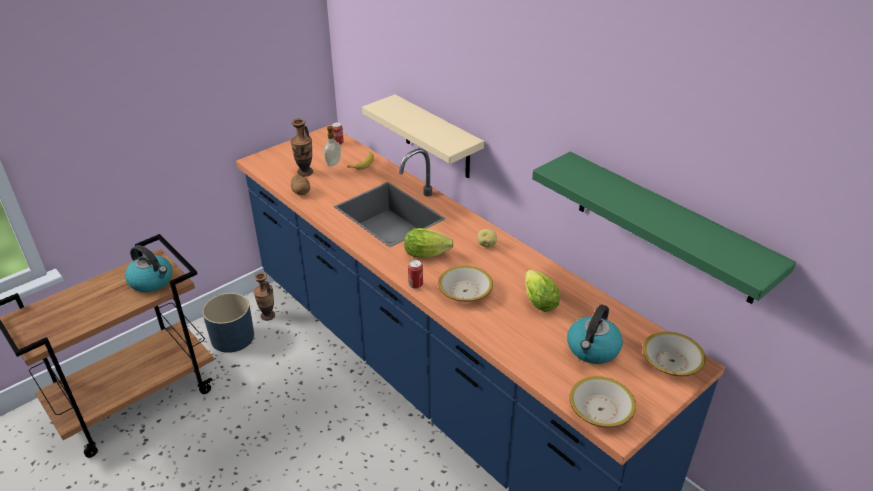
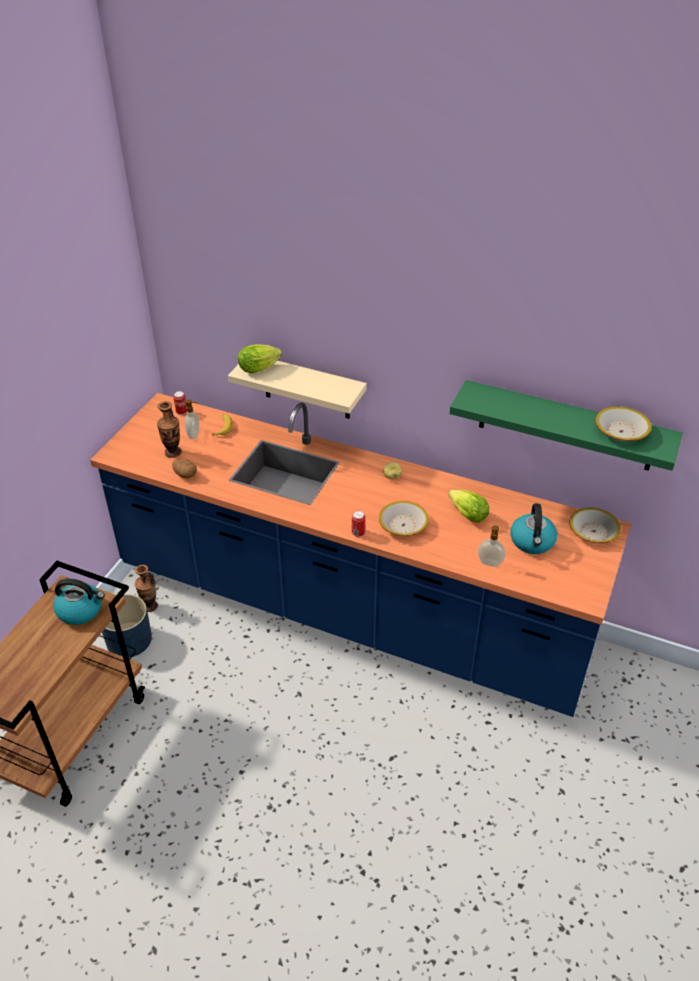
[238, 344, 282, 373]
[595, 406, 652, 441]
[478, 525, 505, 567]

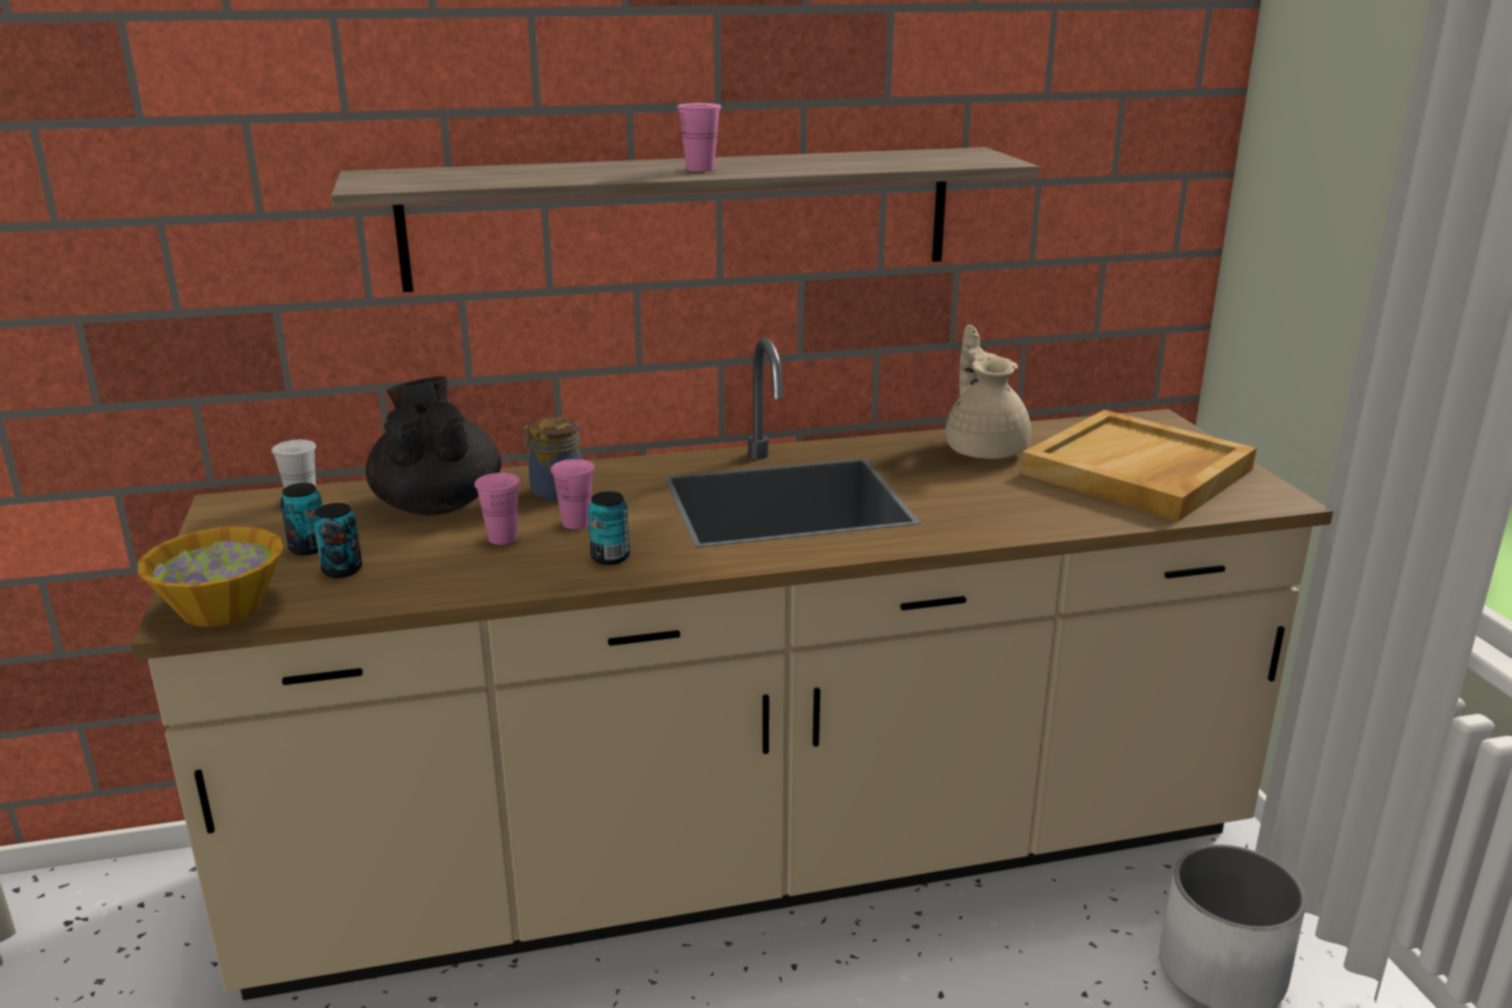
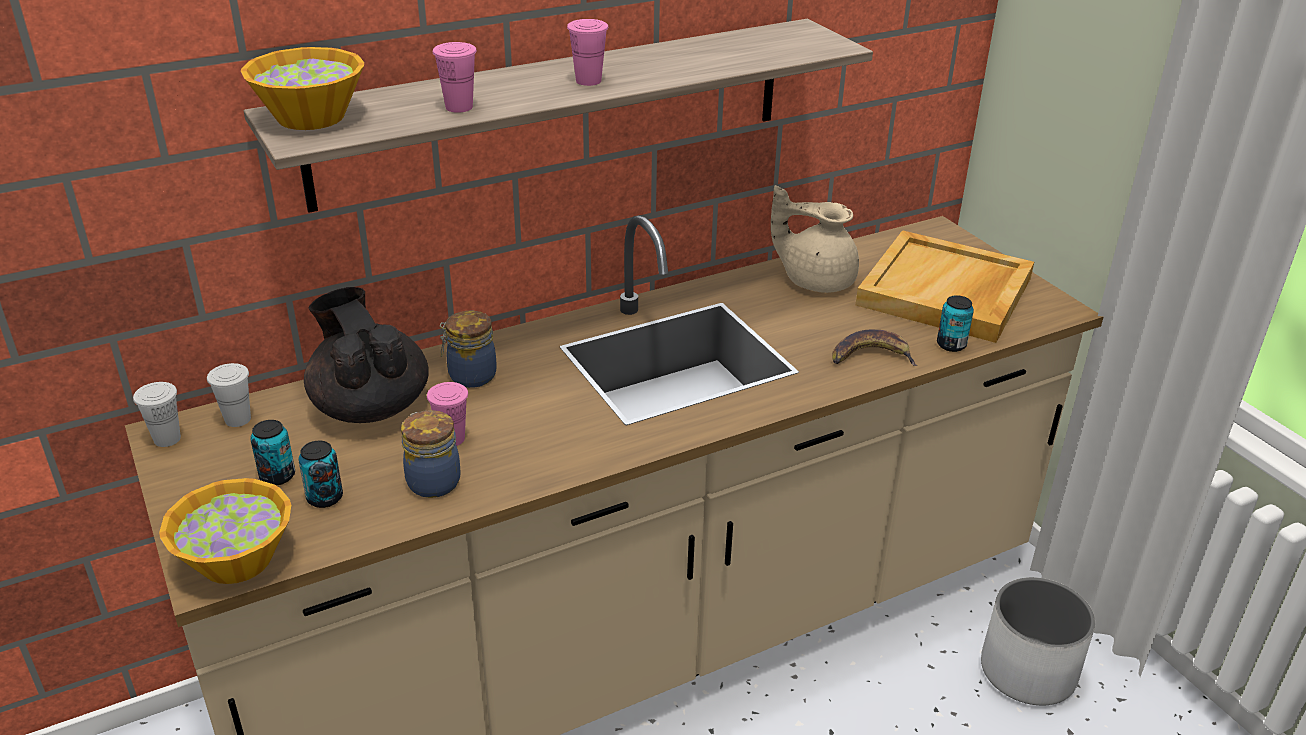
[771, 185, 859, 293]
[433, 42, 477, 113]
[937, 295, 974, 352]
[241, 47, 364, 130]
[832, 330, 918, 366]
[133, 382, 181, 447]
[401, 410, 460, 498]

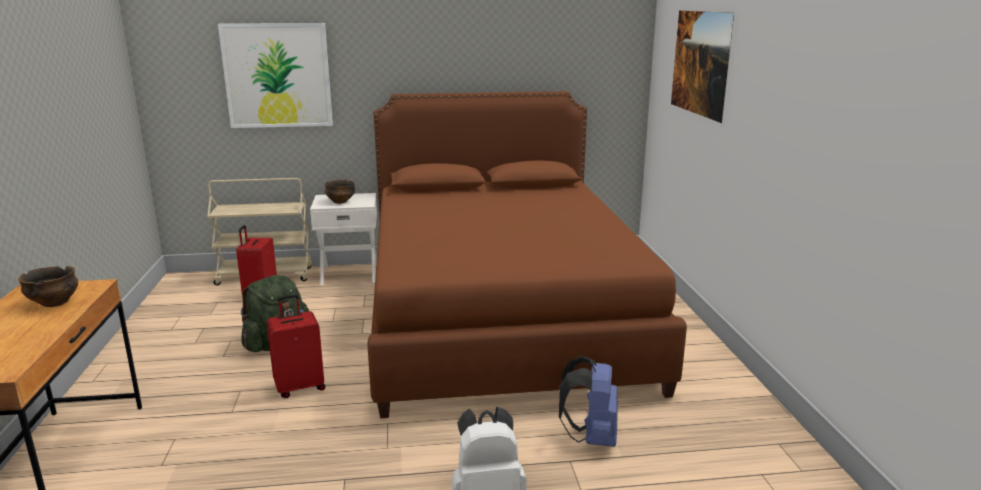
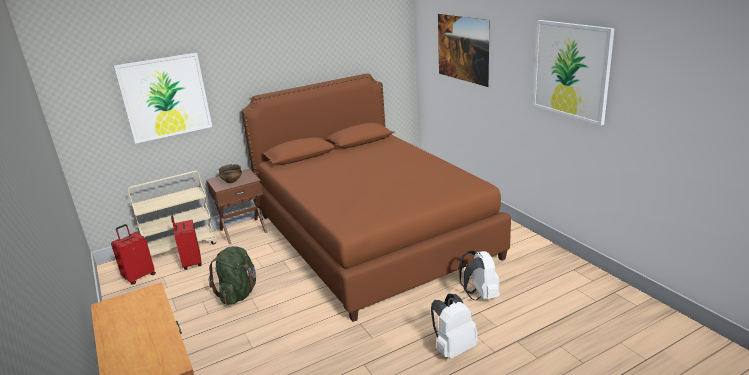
[206, 169, 268, 244]
[18, 266, 78, 307] (first image)
[111, 224, 156, 284]
[459, 250, 500, 301]
[533, 20, 615, 125]

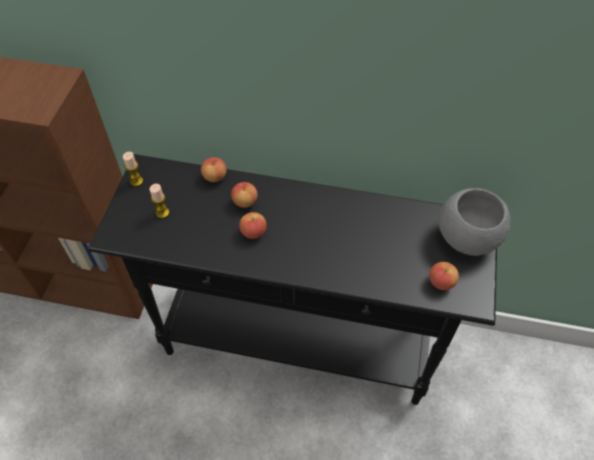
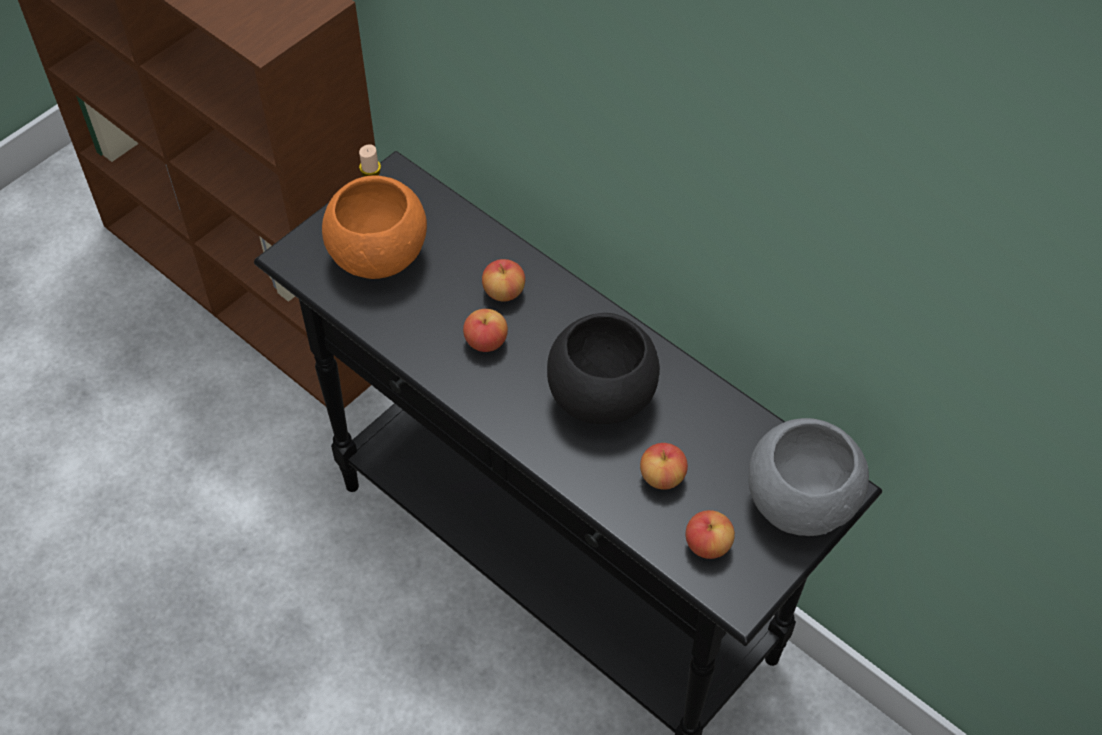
[640, 443, 688, 490]
[322, 175, 427, 279]
[547, 313, 660, 424]

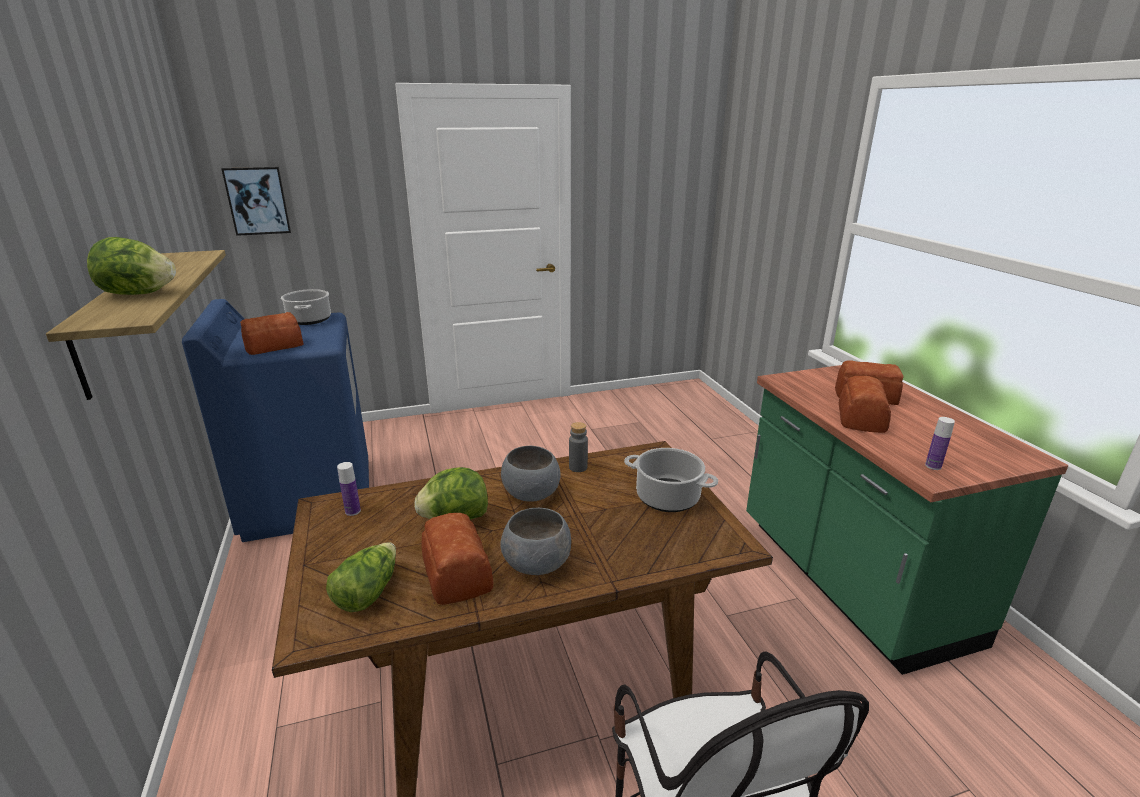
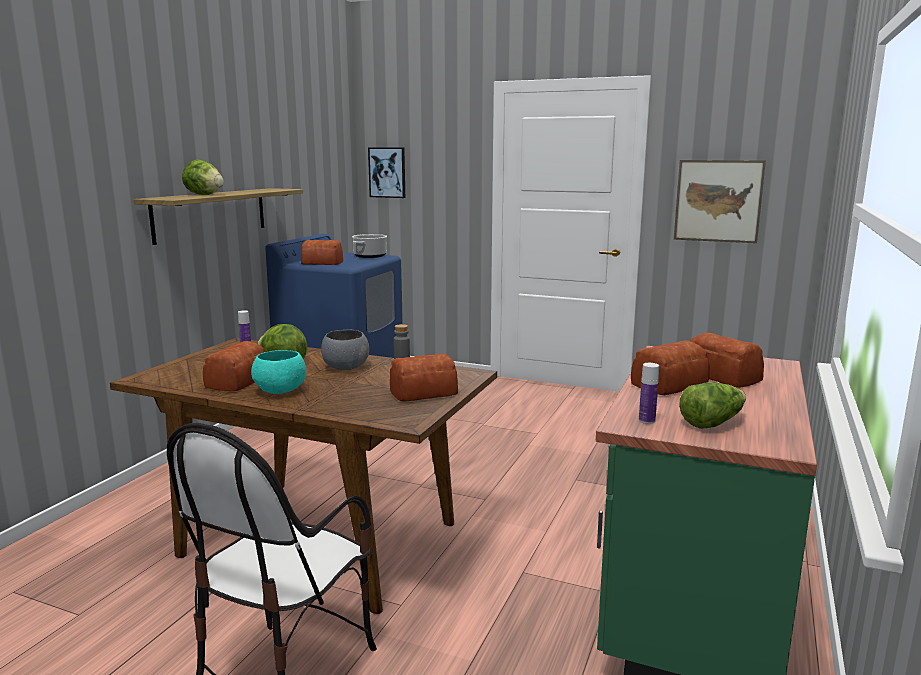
[390, 353, 458, 402]
[251, 350, 306, 394]
[679, 382, 746, 429]
[674, 160, 766, 243]

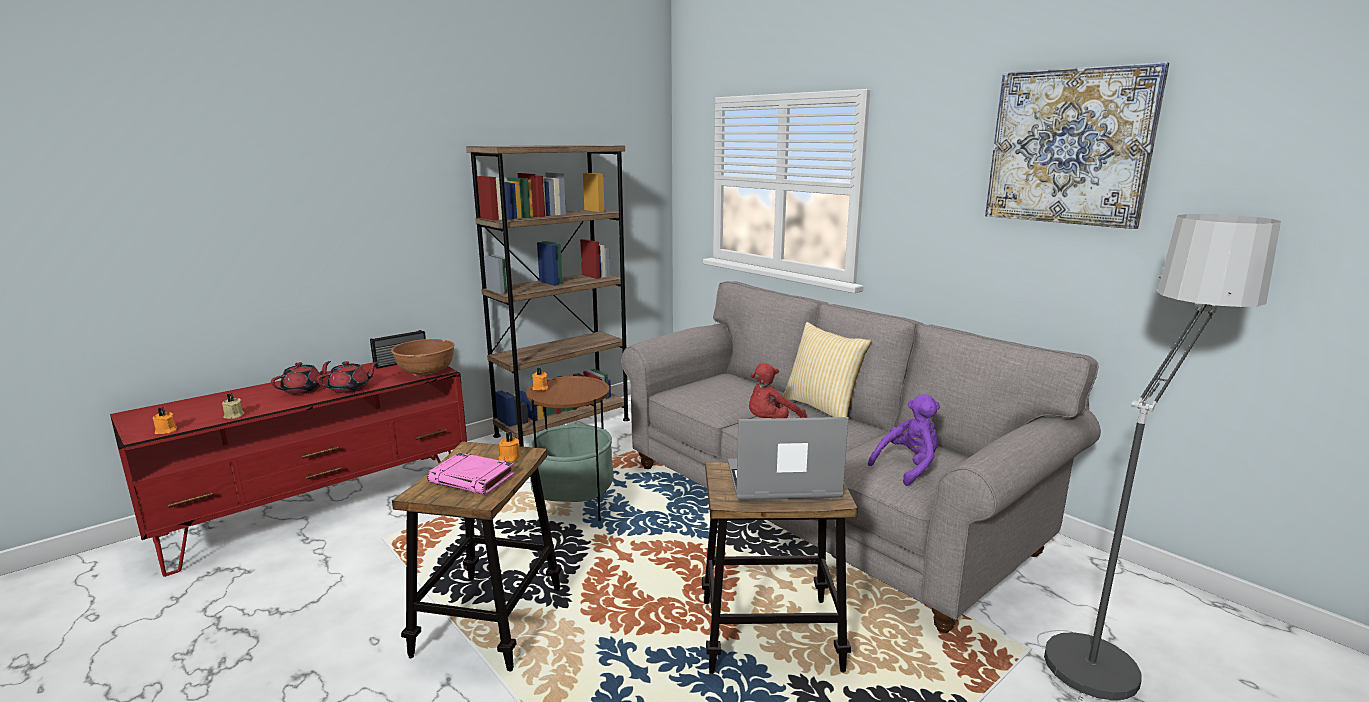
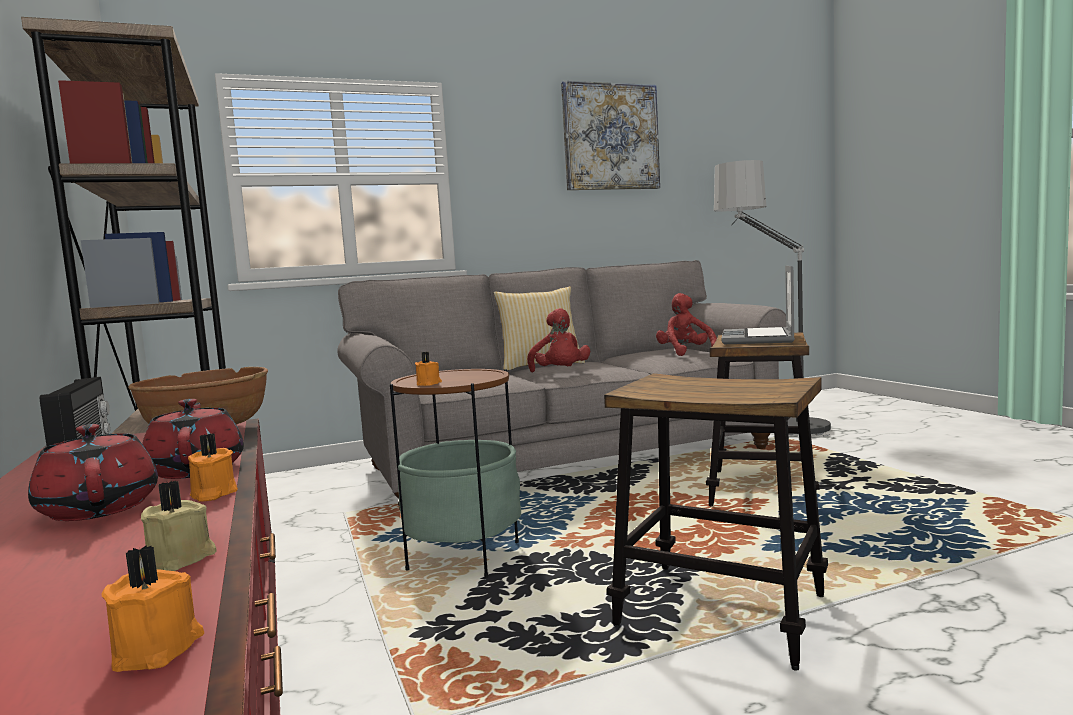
[656, 293, 717, 356]
[188, 434, 238, 502]
[427, 452, 515, 495] (first image)

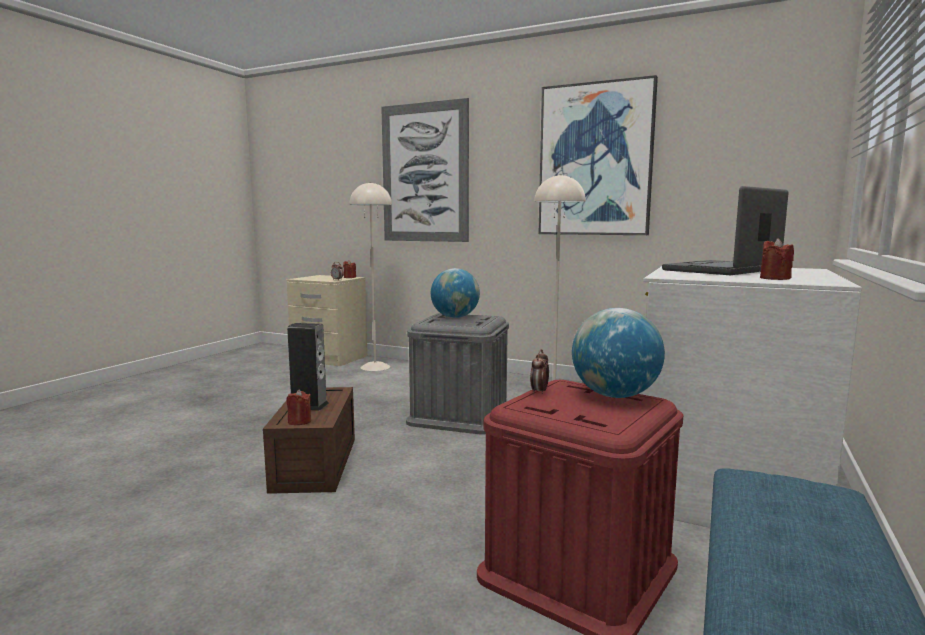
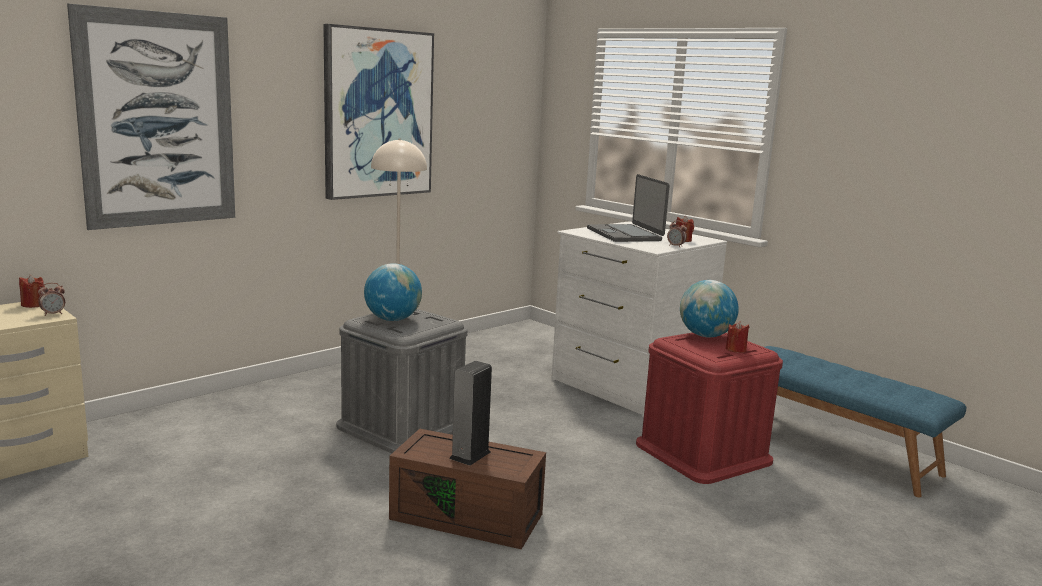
[349, 182, 392, 371] (first image)
[667, 220, 687, 248]
[726, 321, 749, 353]

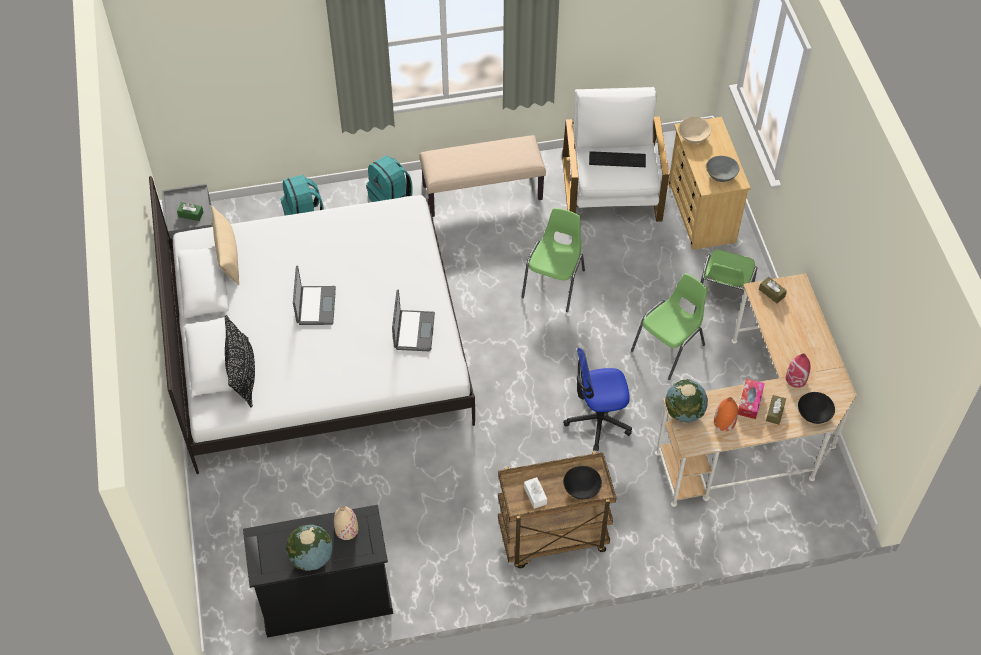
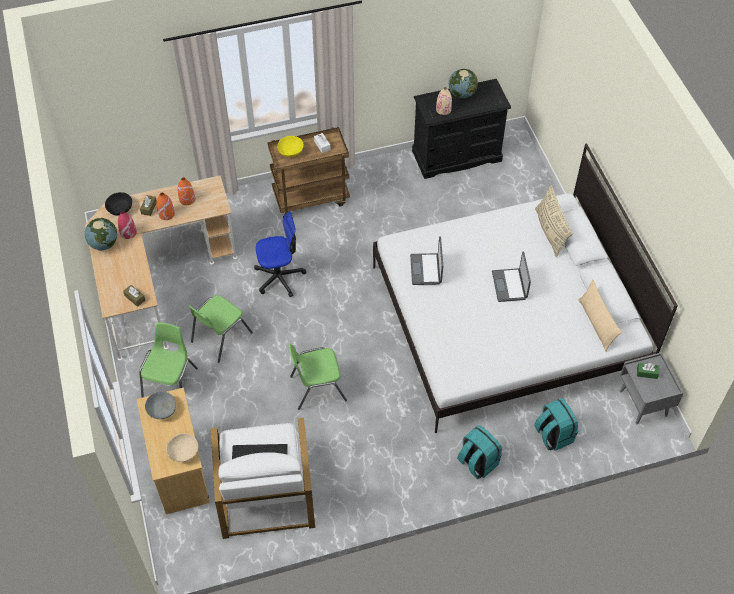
[419, 135, 546, 217] (first image)
[288, 344, 347, 410]
[535, 185, 573, 257]
[85, 218, 117, 250]
[157, 192, 175, 220]
[277, 136, 304, 157]

